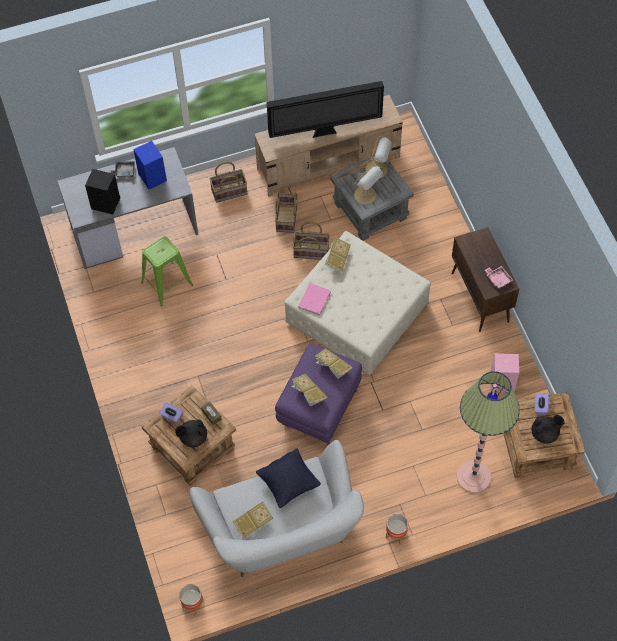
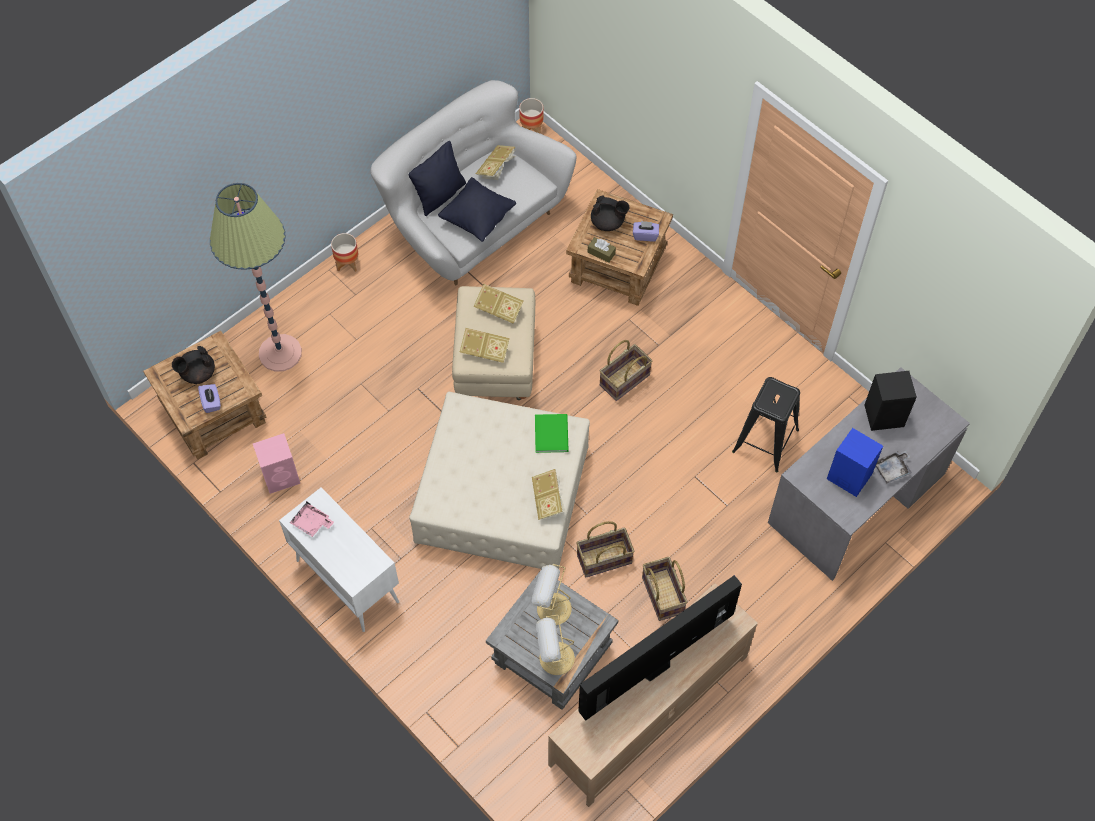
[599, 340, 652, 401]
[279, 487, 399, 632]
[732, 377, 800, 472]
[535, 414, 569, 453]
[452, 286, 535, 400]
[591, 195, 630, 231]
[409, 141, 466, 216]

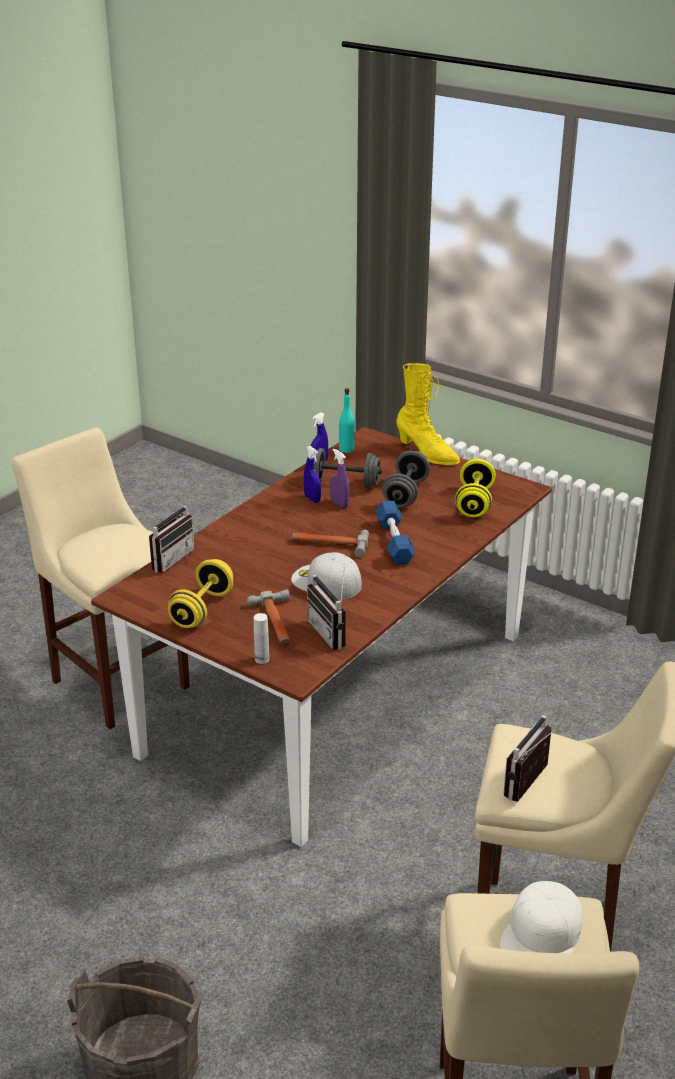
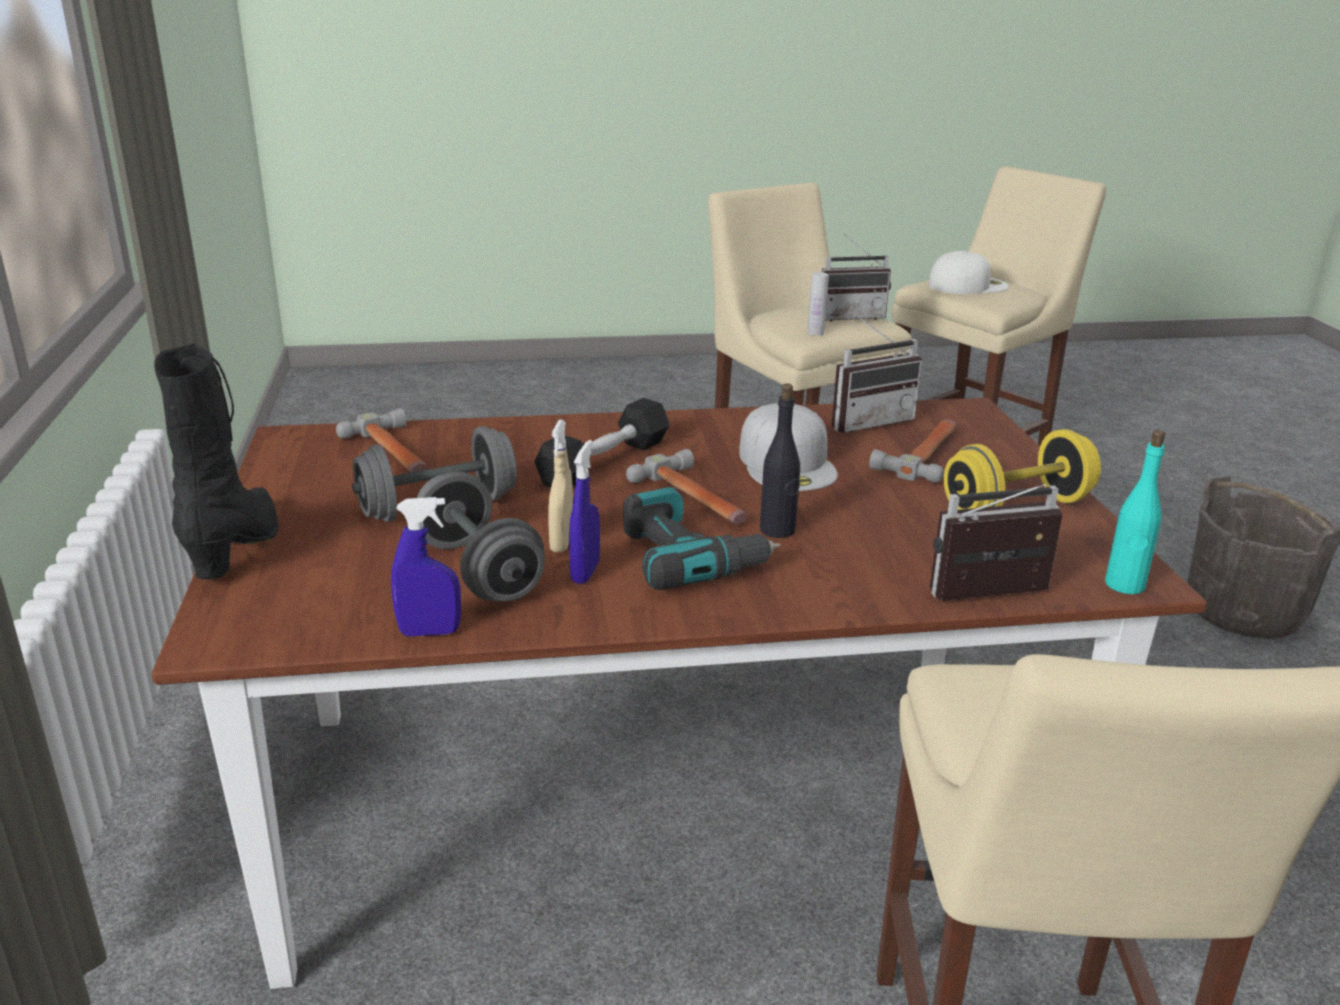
[154, 343, 278, 580]
[1105, 430, 1166, 594]
[548, 420, 573, 552]
[336, 408, 428, 473]
[534, 398, 670, 487]
[832, 314, 922, 433]
[807, 272, 828, 336]
[760, 384, 800, 538]
[623, 487, 781, 590]

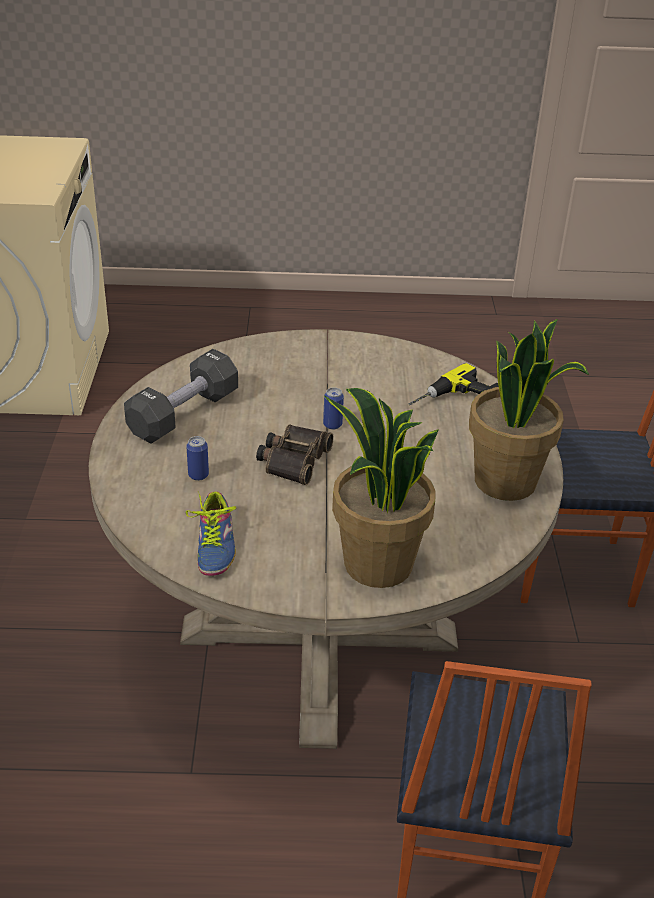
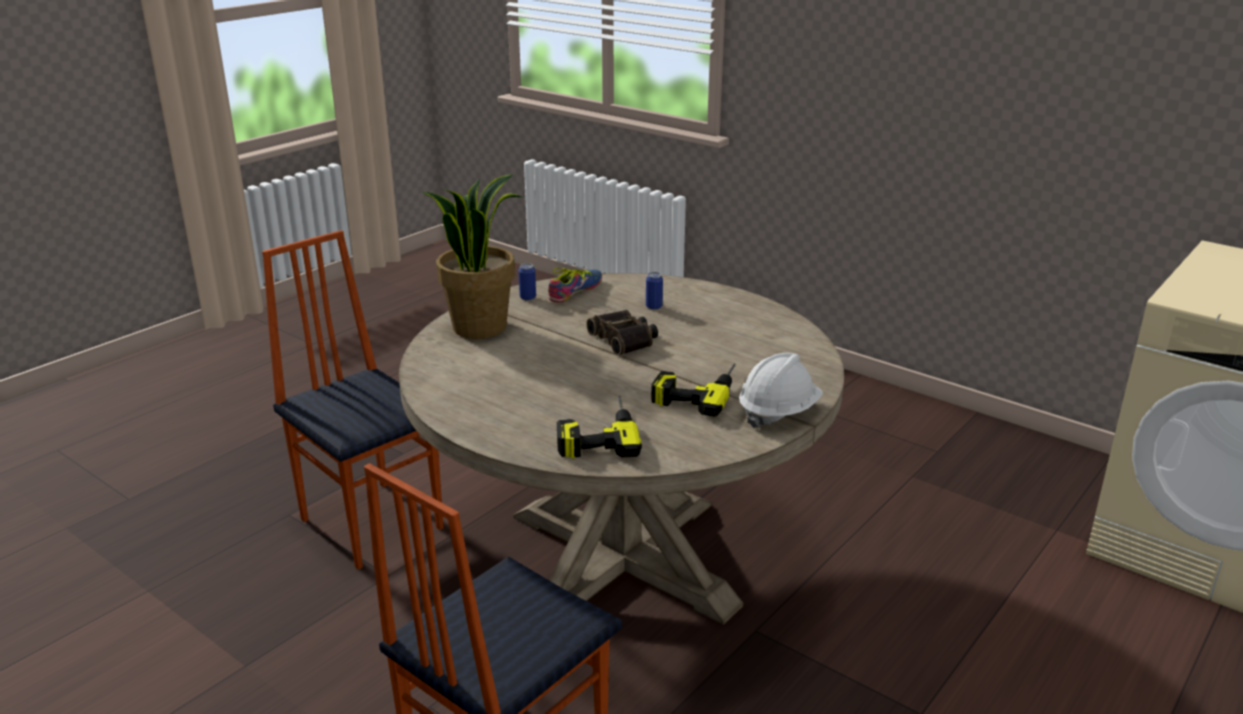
[469, 319, 589, 501] (first image)
[124, 349, 238, 444] (first image)
[518, 263, 536, 300]
[548, 267, 602, 303]
[739, 353, 823, 428]
[651, 363, 736, 417]

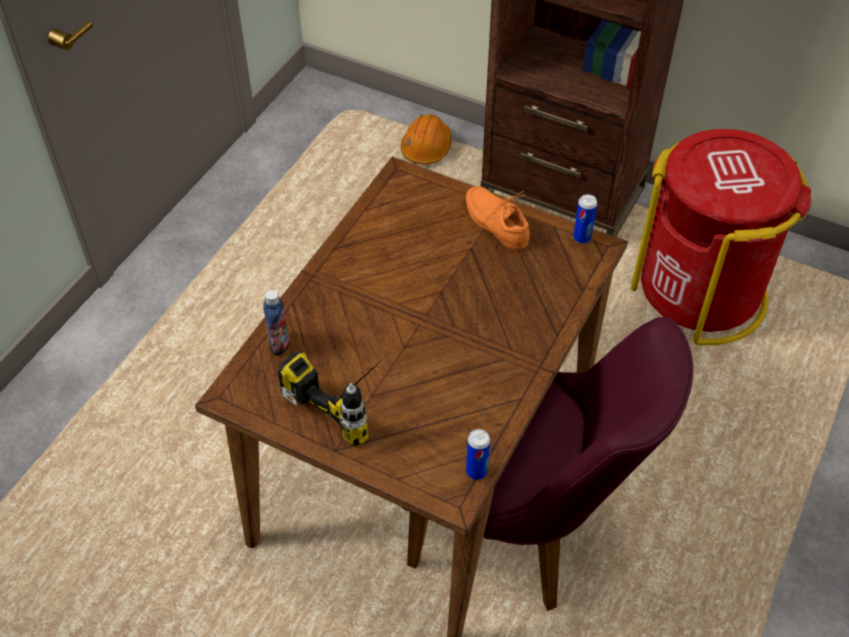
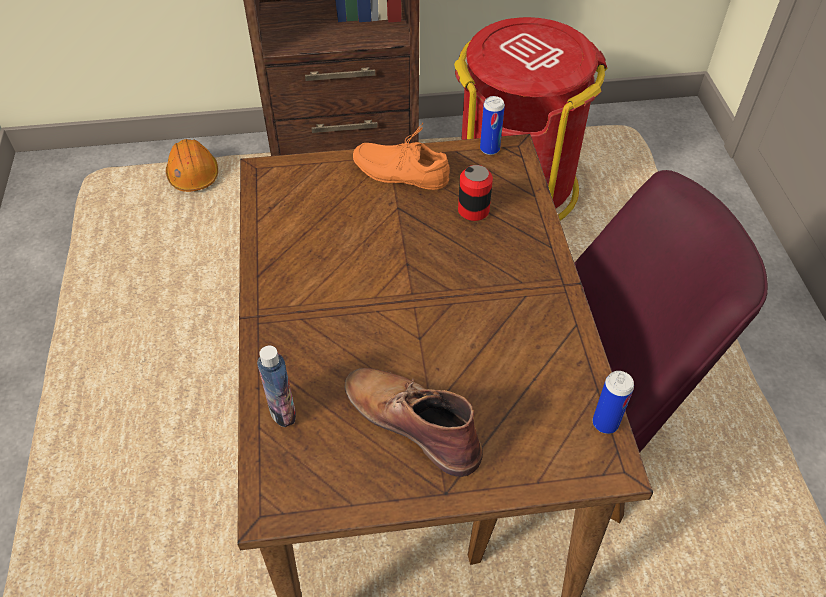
[345, 368, 483, 477]
[458, 165, 493, 221]

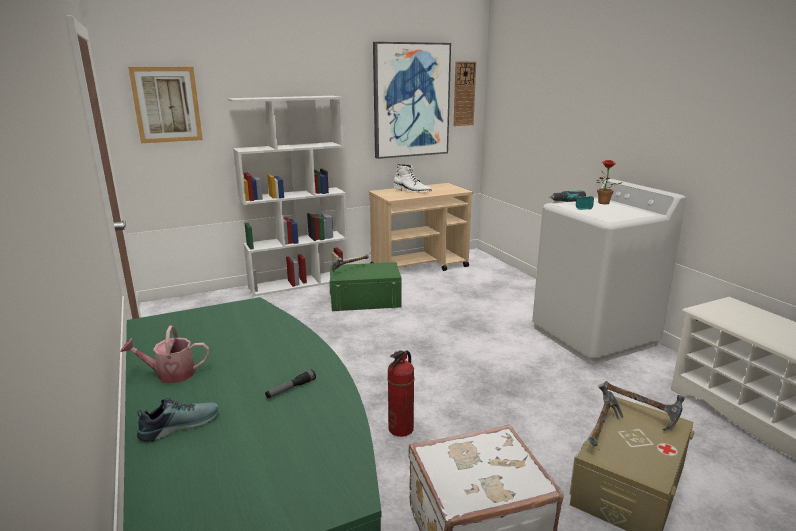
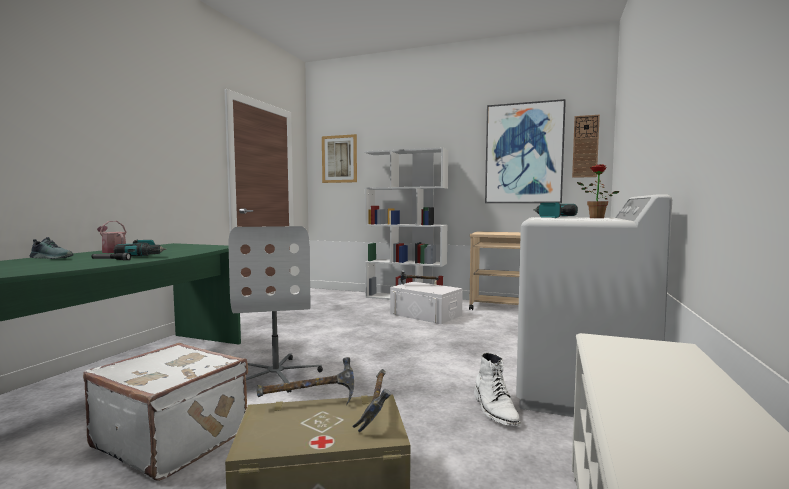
[474, 353, 521, 426]
[390, 282, 463, 324]
[228, 226, 323, 393]
[114, 240, 166, 256]

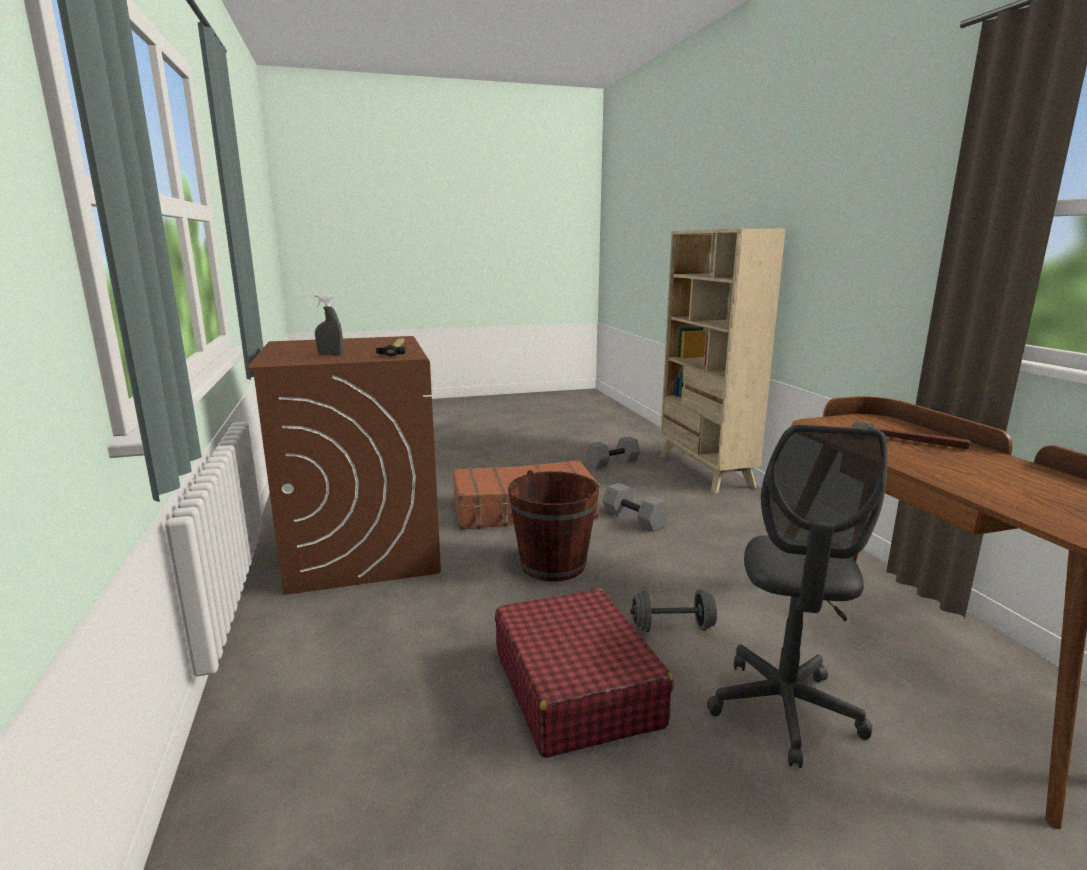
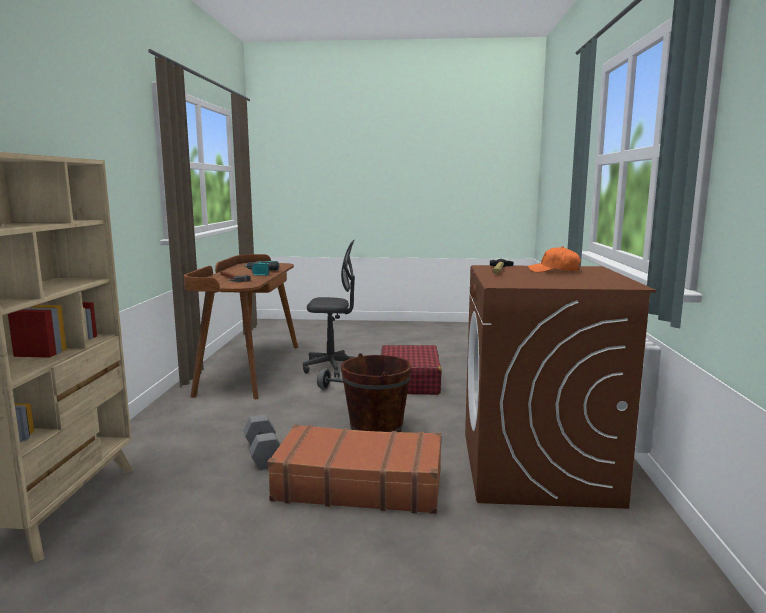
[528, 246, 581, 272]
[303, 240, 355, 378]
[586, 436, 640, 469] (first image)
[244, 261, 279, 276]

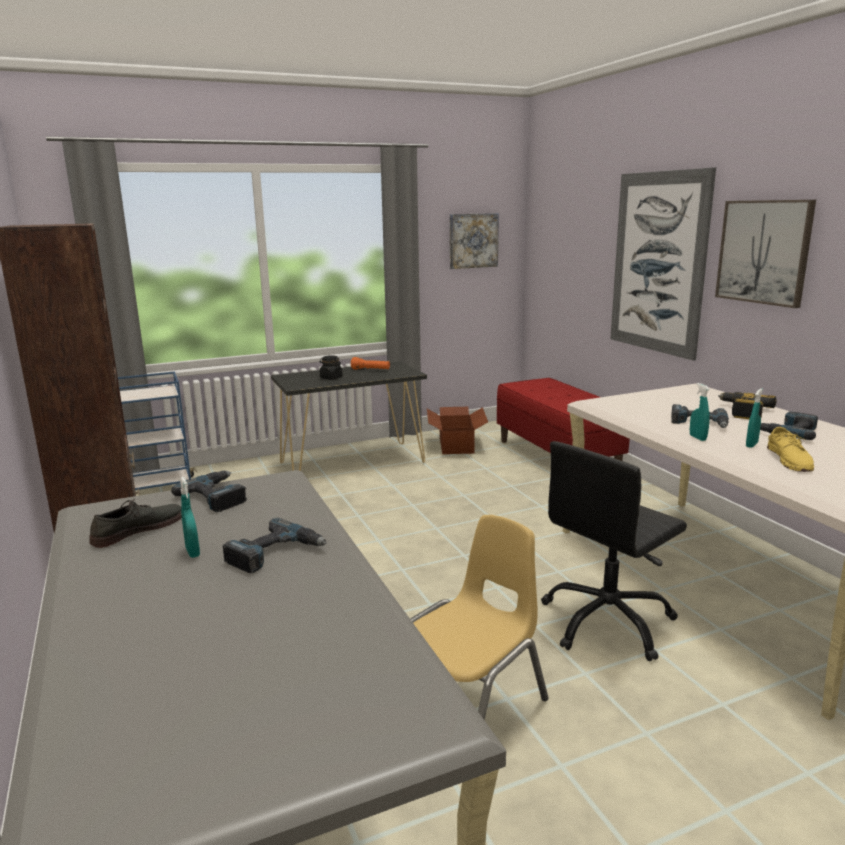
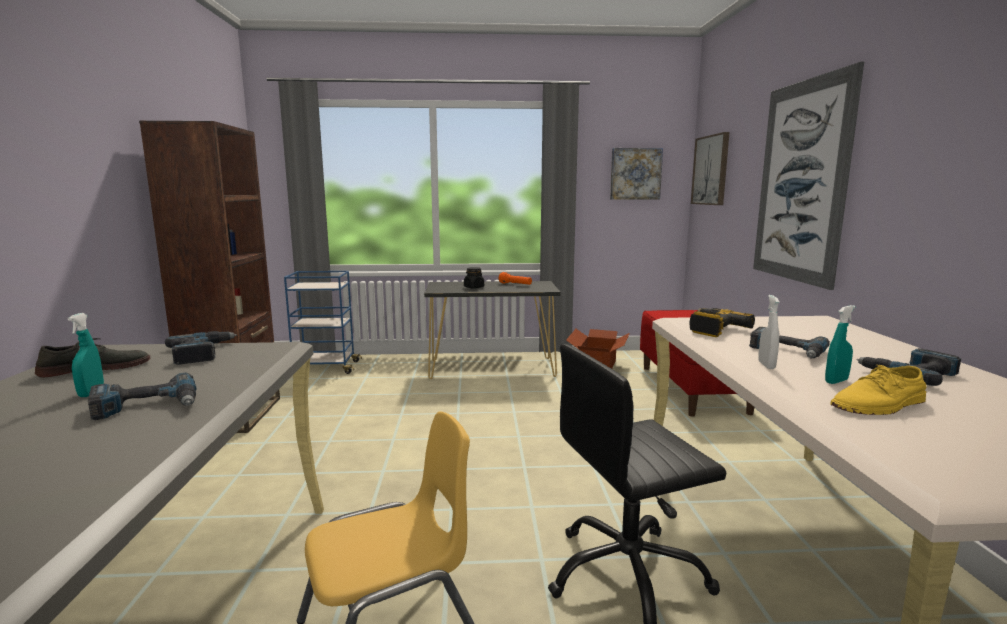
[691, 132, 730, 205]
[758, 295, 780, 369]
[690, 308, 755, 337]
[830, 365, 927, 415]

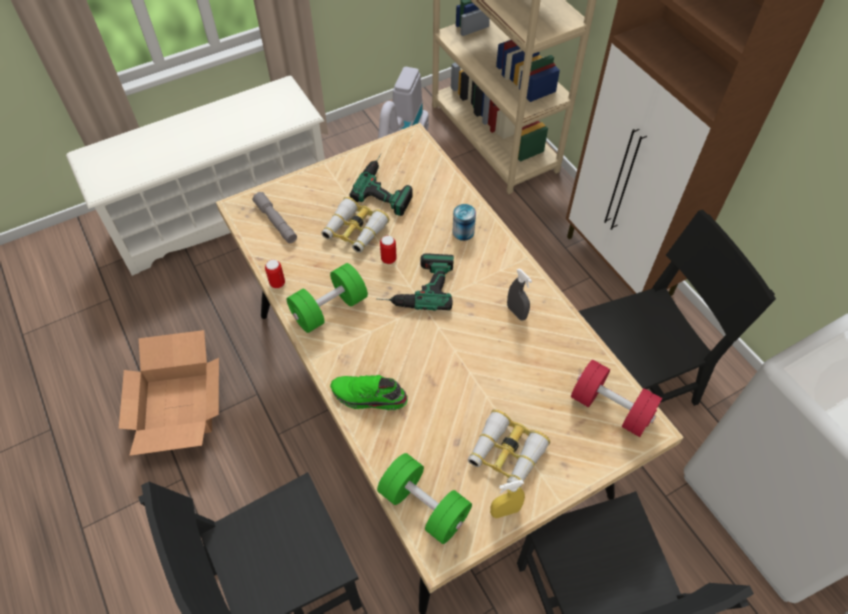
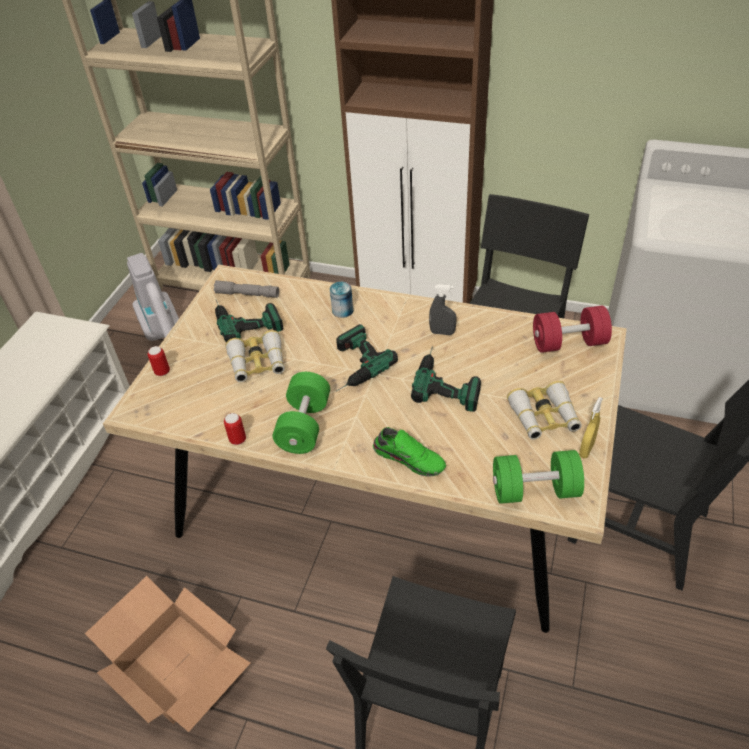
[214, 280, 279, 298]
[148, 346, 170, 376]
[373, 427, 446, 476]
[411, 346, 481, 412]

